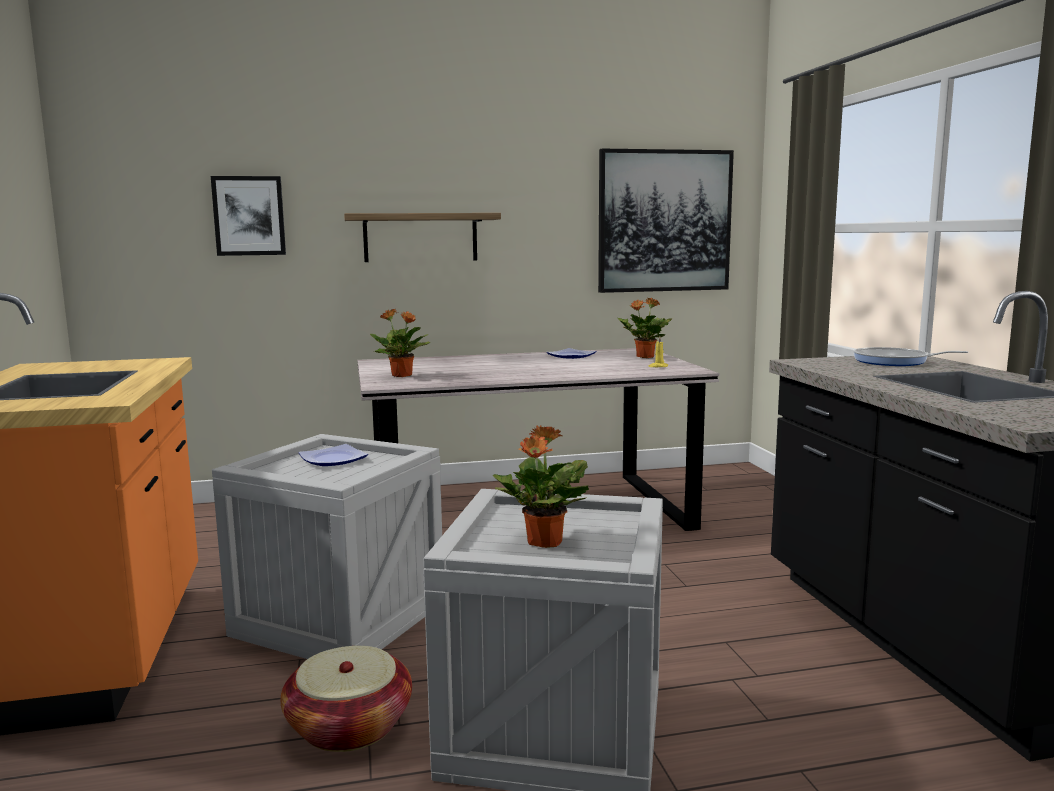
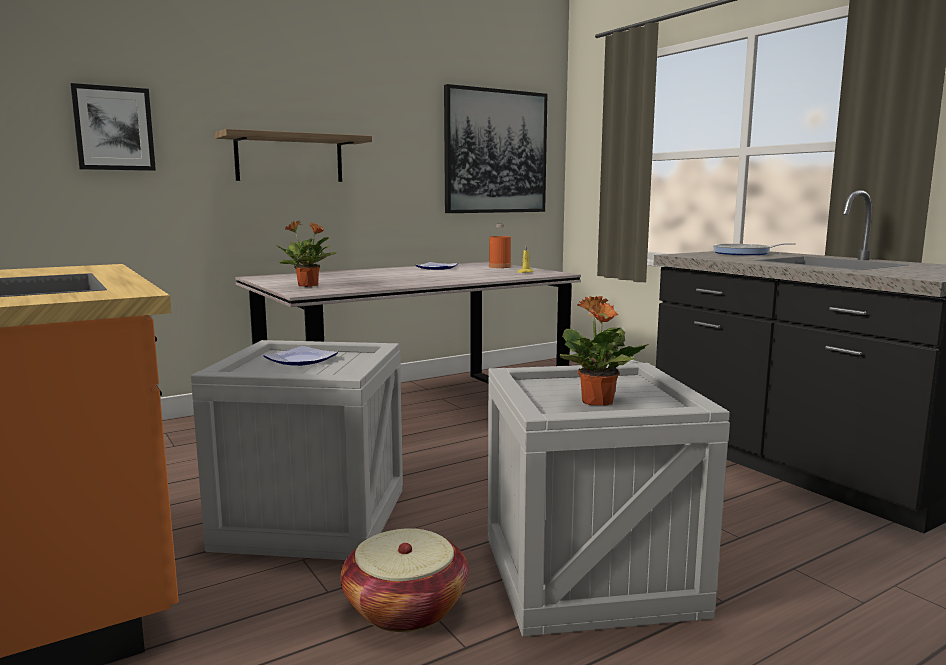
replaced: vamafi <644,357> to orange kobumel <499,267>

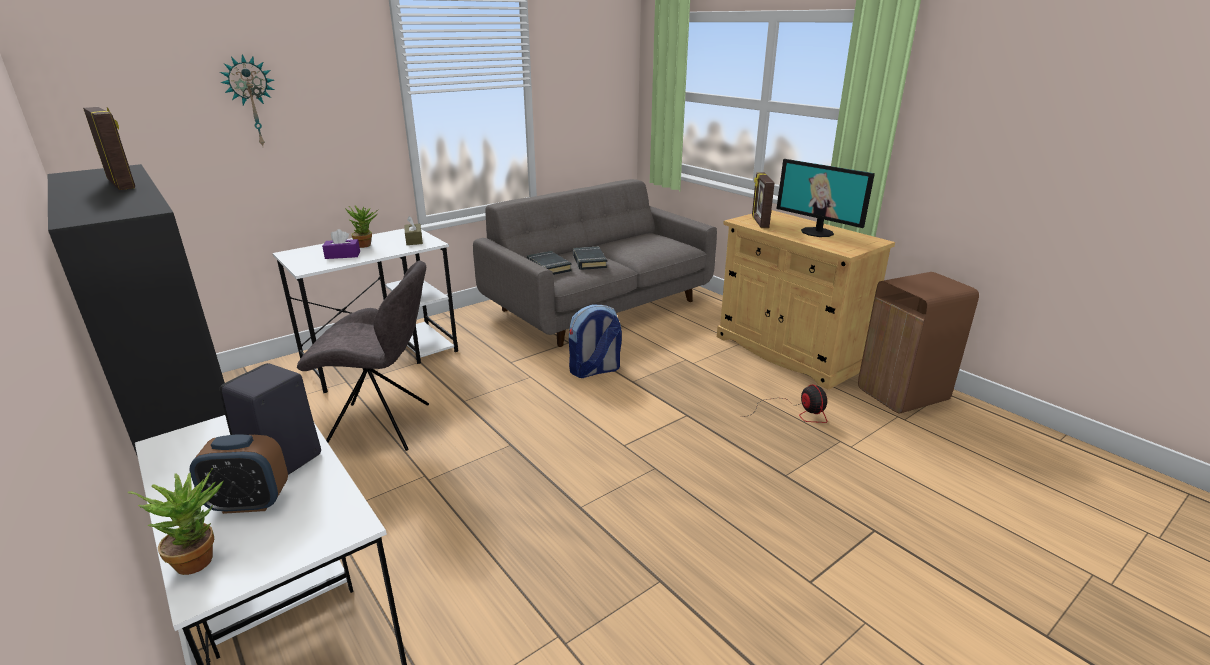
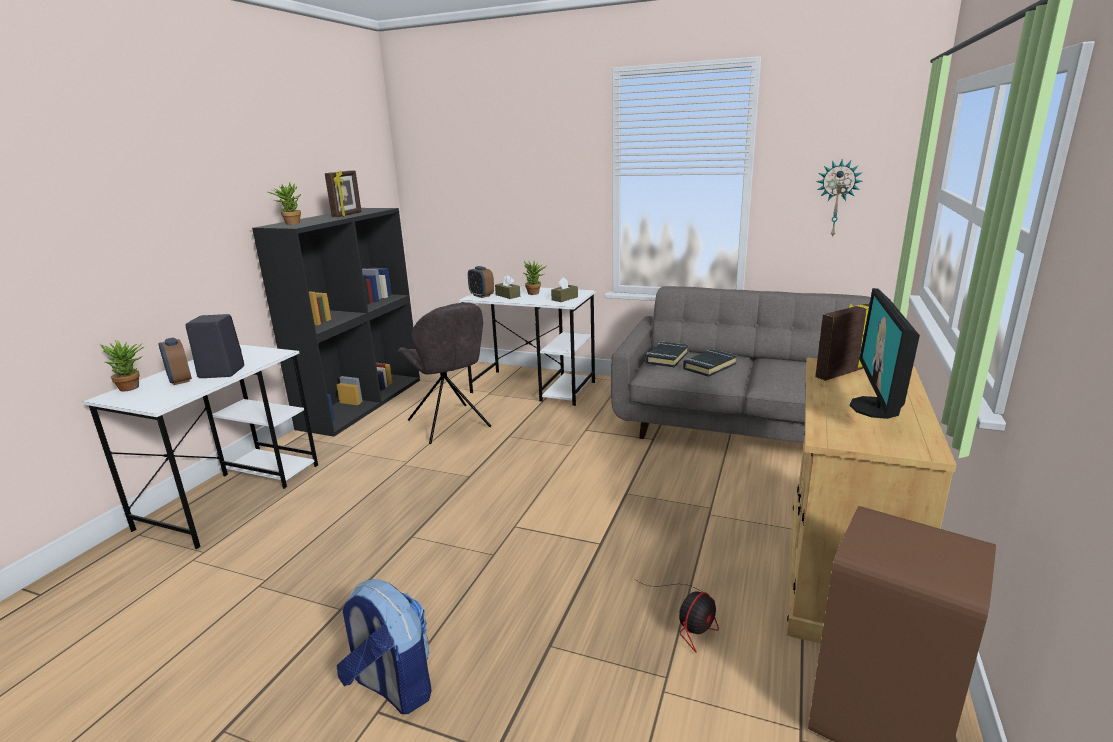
added: vamafi <290,223>; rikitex <481,295>
moved: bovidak <594,371> to <391,687>; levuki <251,101> to <837,198>
recoloured: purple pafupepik <342,255> to brown pafupepik <507,295>

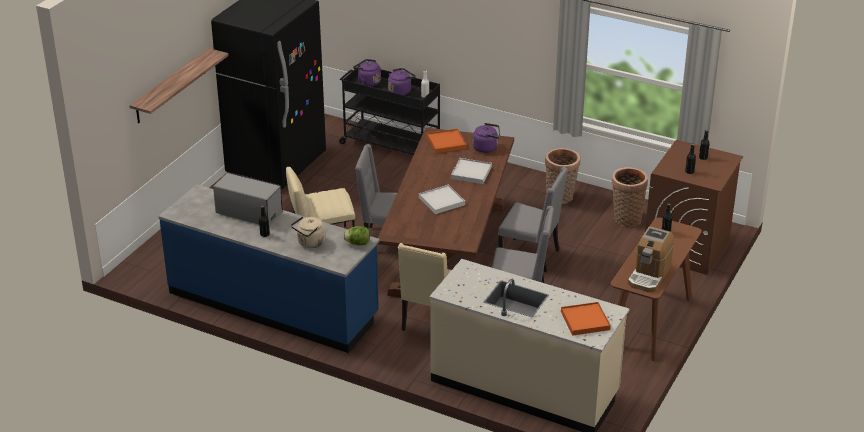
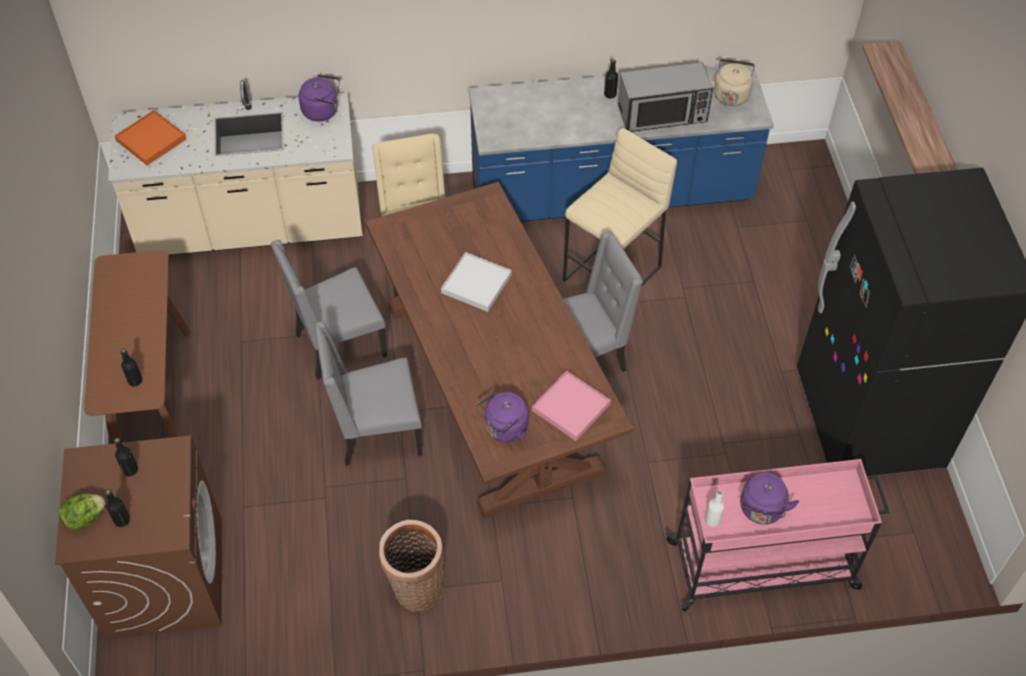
removed: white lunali <471,173>; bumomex <626,218>; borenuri <649,275>
moved: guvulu <358,243> to <85,518>; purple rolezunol <368,82> to <323,111>; beige rolezunol <310,243> to <730,94>
recoloured: orange lunali <446,143> to pink lunali <571,407>; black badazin <390,145> to pink badazin <764,565>

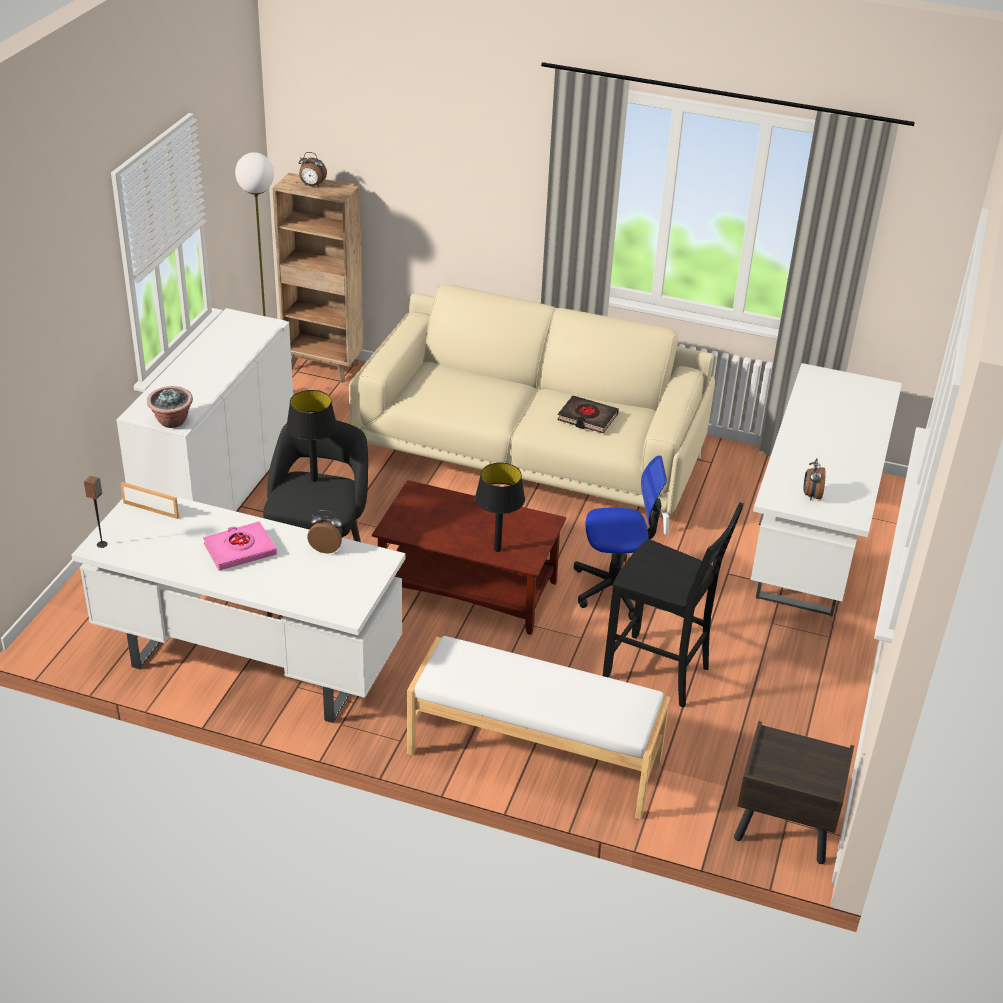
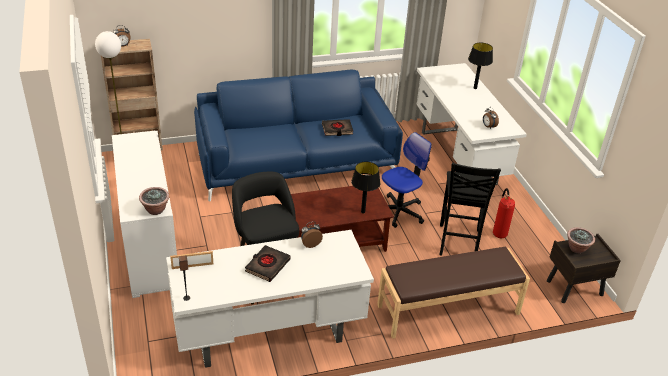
added: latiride <500,228>; vamafi <577,249>
moved: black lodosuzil <314,479> to <475,88>
recoloured: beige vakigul <530,456> to blue vakigul <296,163>; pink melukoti <240,550> to black melukoti <267,265>; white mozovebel <533,758> to brown mozovebel <448,310>
turned: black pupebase <658,673> = <458,243> 105 degrees clockwise

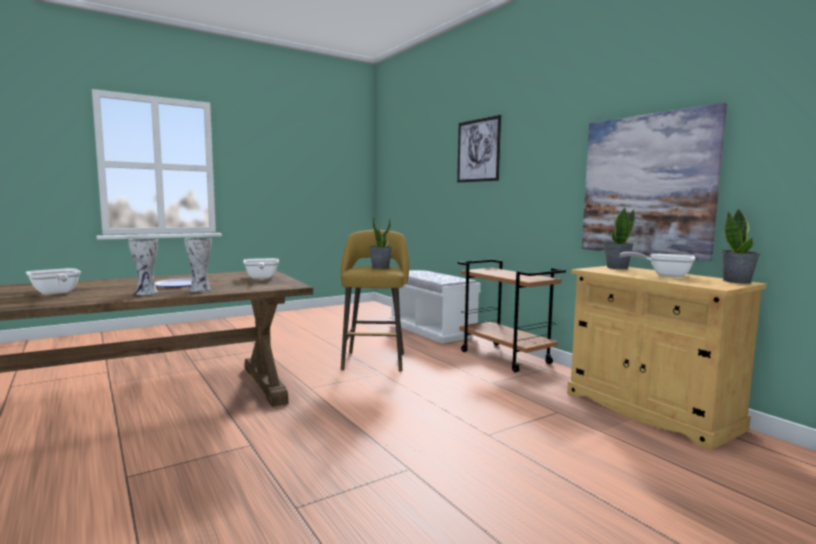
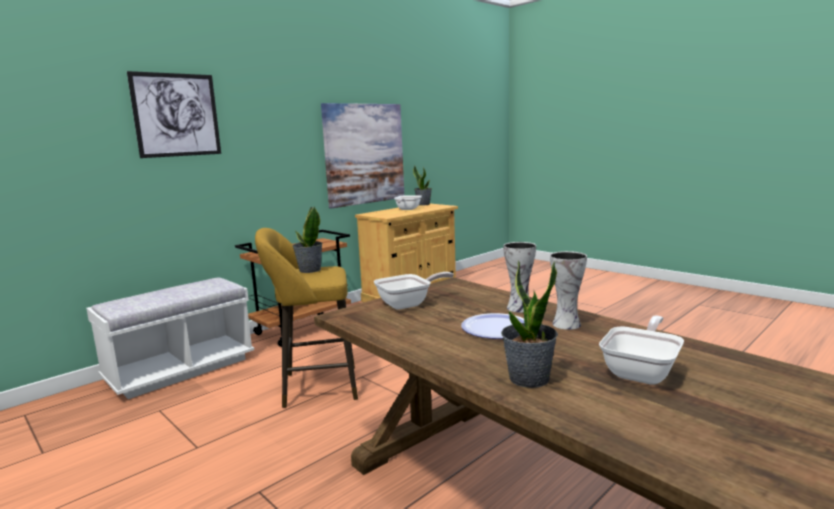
moved: vamafi <616,268> to <529,379>

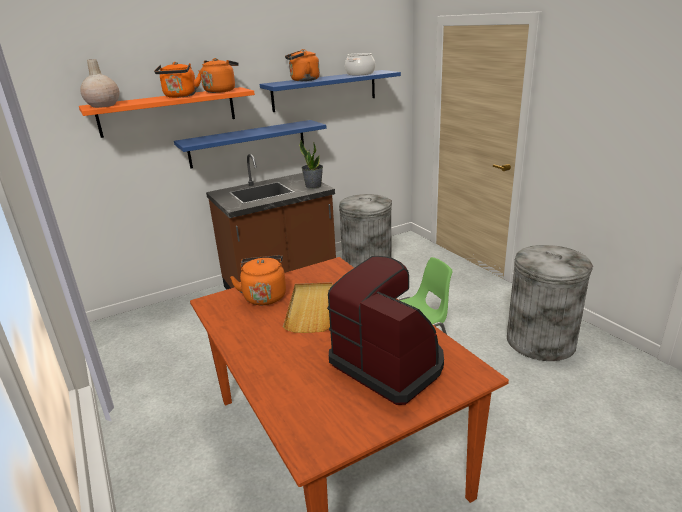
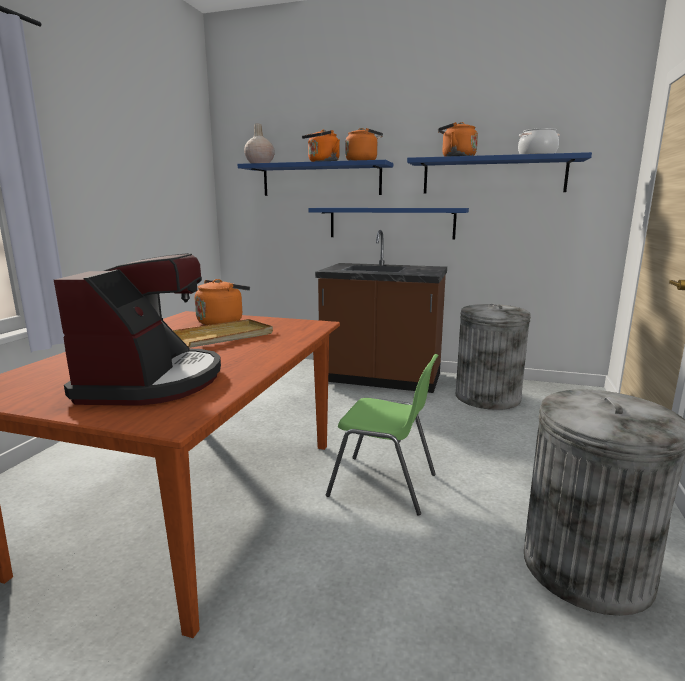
removed: vamafi <313,186>
recoloured: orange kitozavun <168,112> to blue kitozavun <321,180>

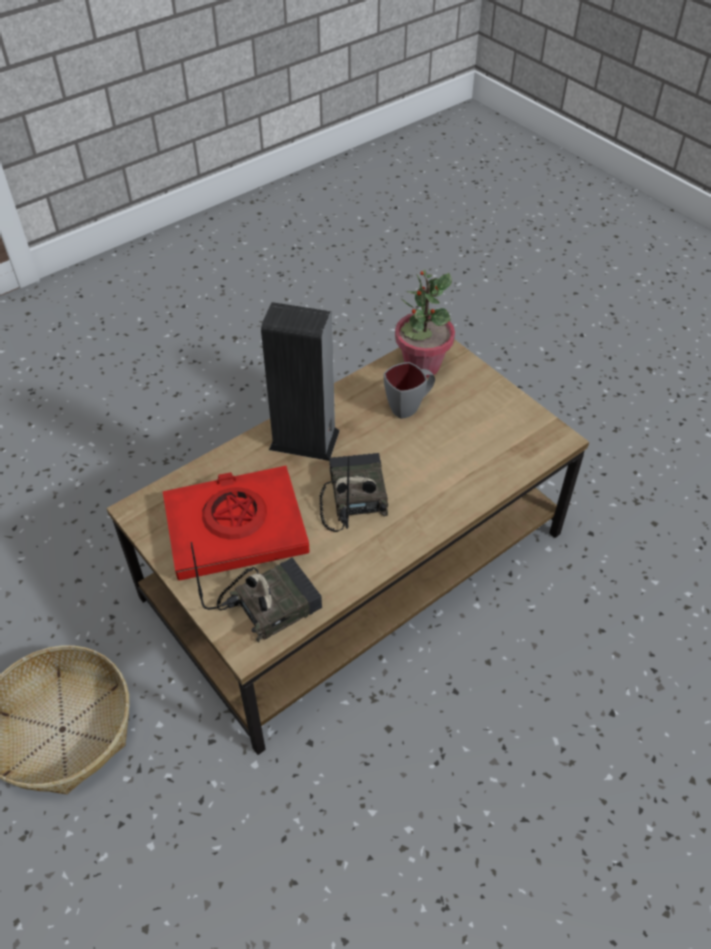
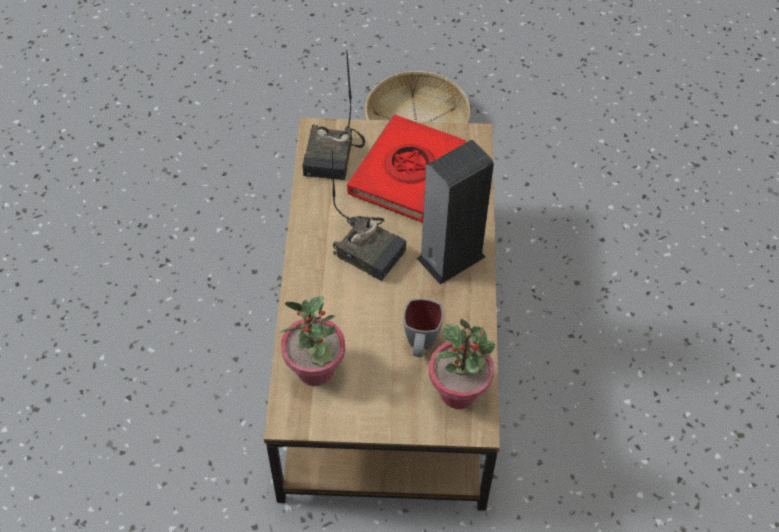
added: vamafi <315,370>

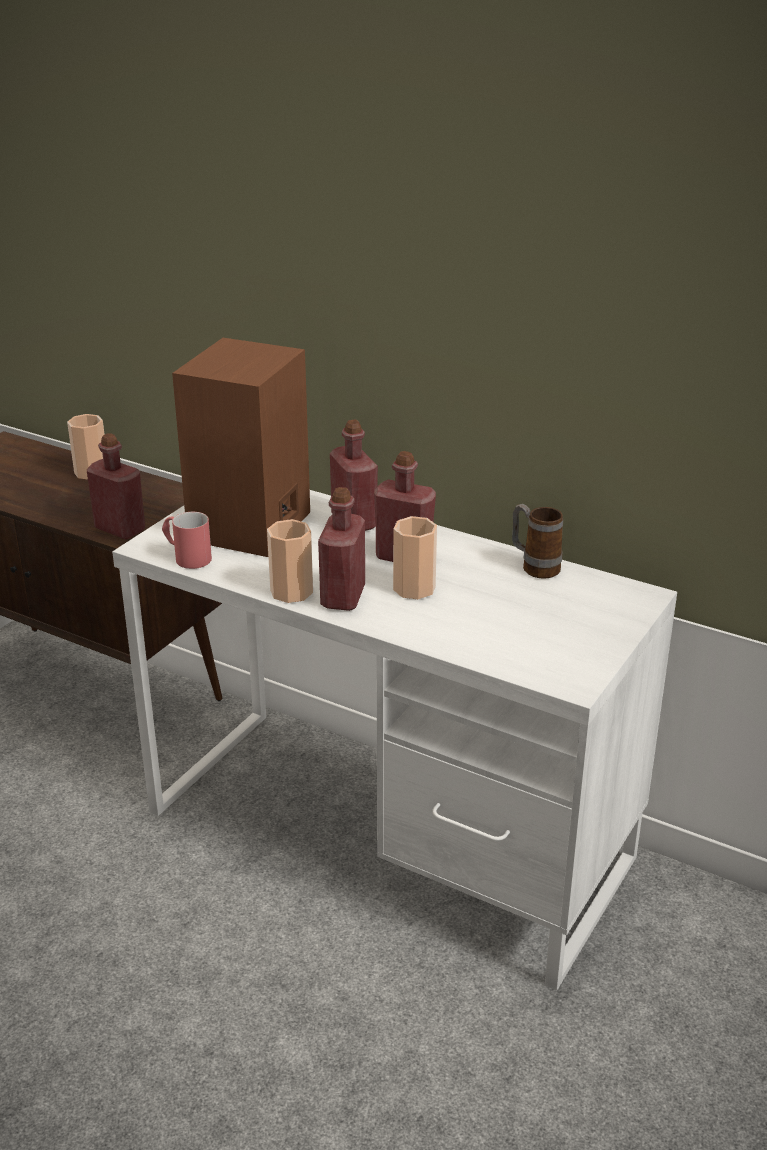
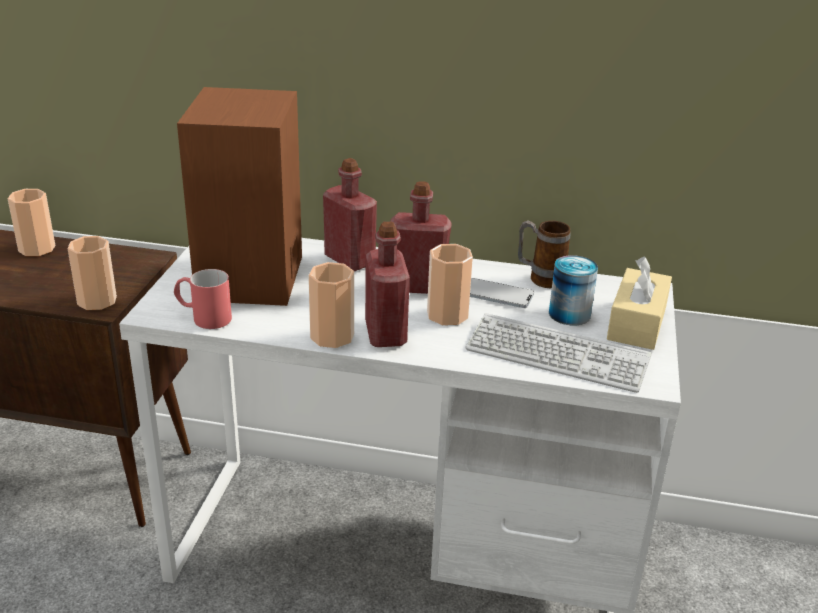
added: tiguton <557,355>; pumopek <497,294>; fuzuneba <569,314>; beige pafupepik <636,323>
replaced: red kobumel <120,529> to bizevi <97,301>

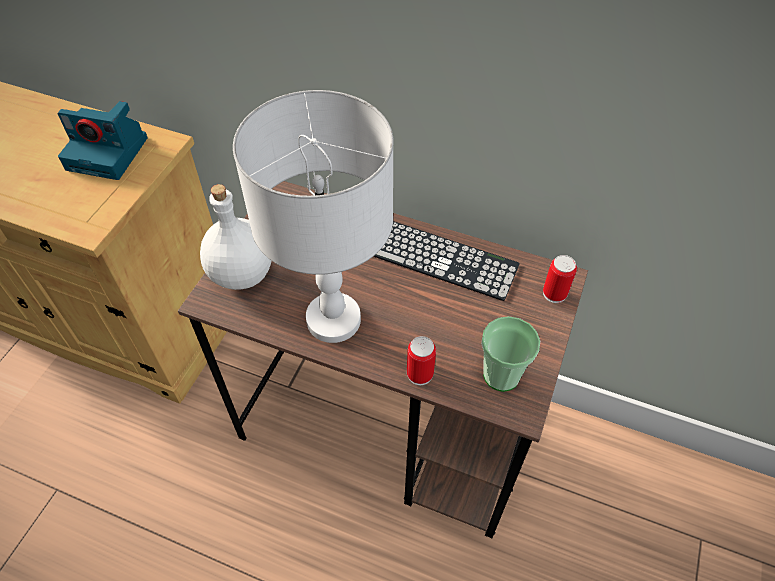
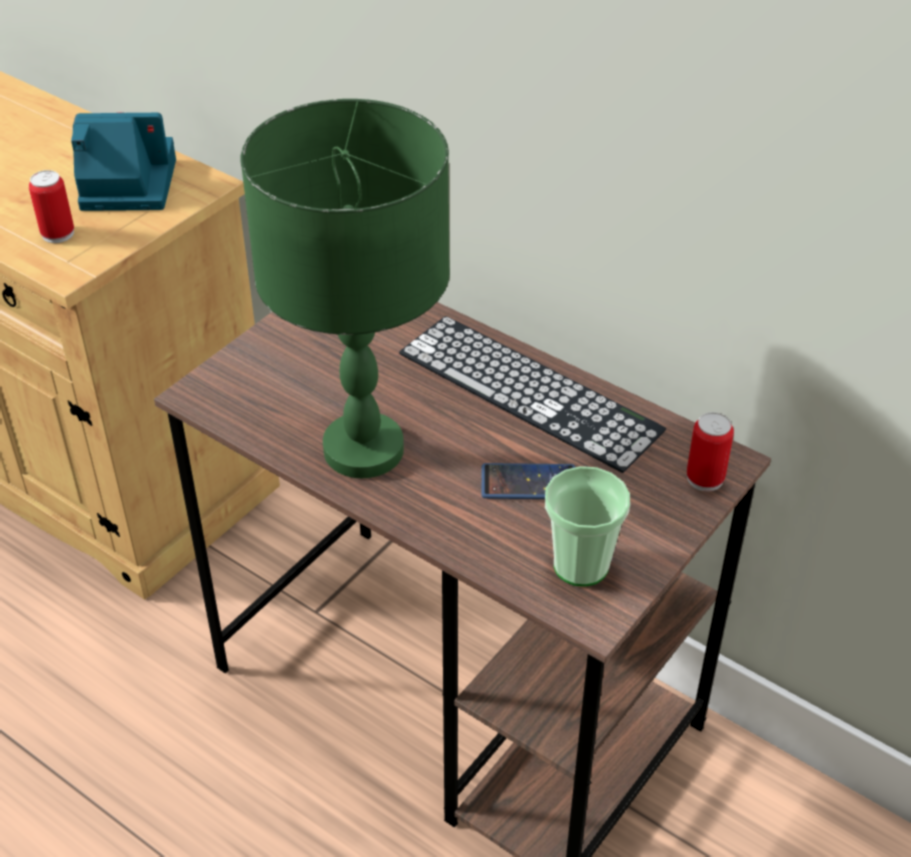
removed: white kobumel <241,273>
added: pumopek <528,483>
moved: fuzuneba <420,374> to <58,234>
recoloured: white lodosuzil <334,320> to green lodosuzil <365,450>
turned: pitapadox <109,153> = <125,185> 150 degrees clockwise

